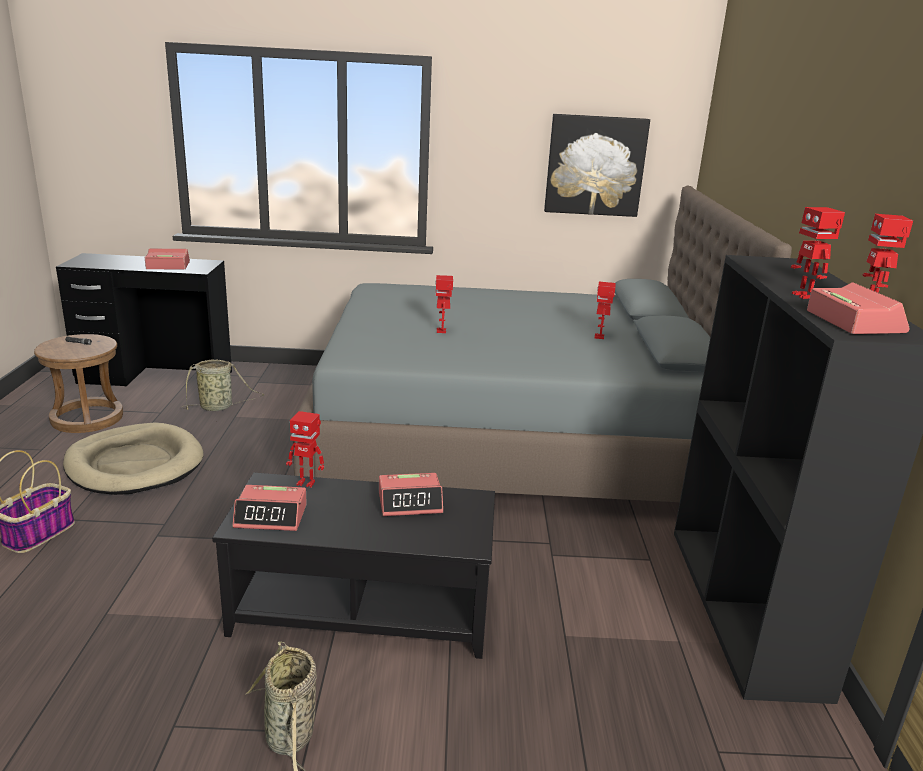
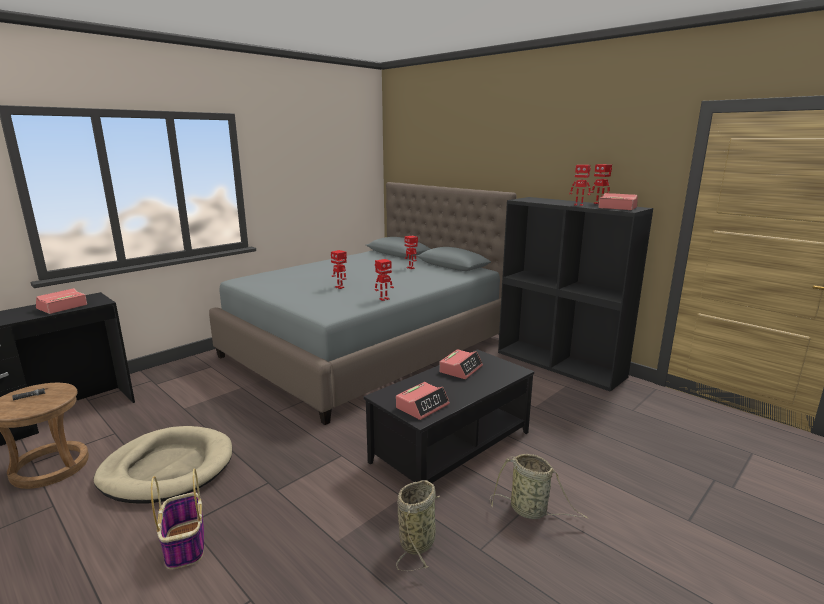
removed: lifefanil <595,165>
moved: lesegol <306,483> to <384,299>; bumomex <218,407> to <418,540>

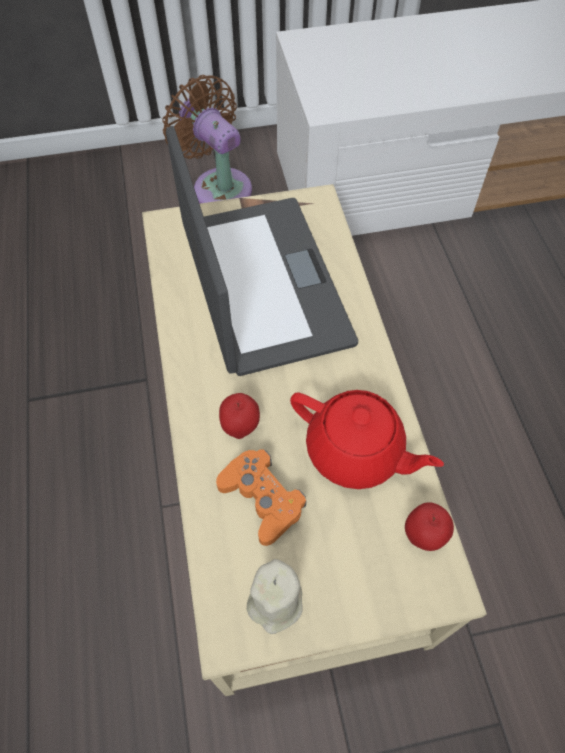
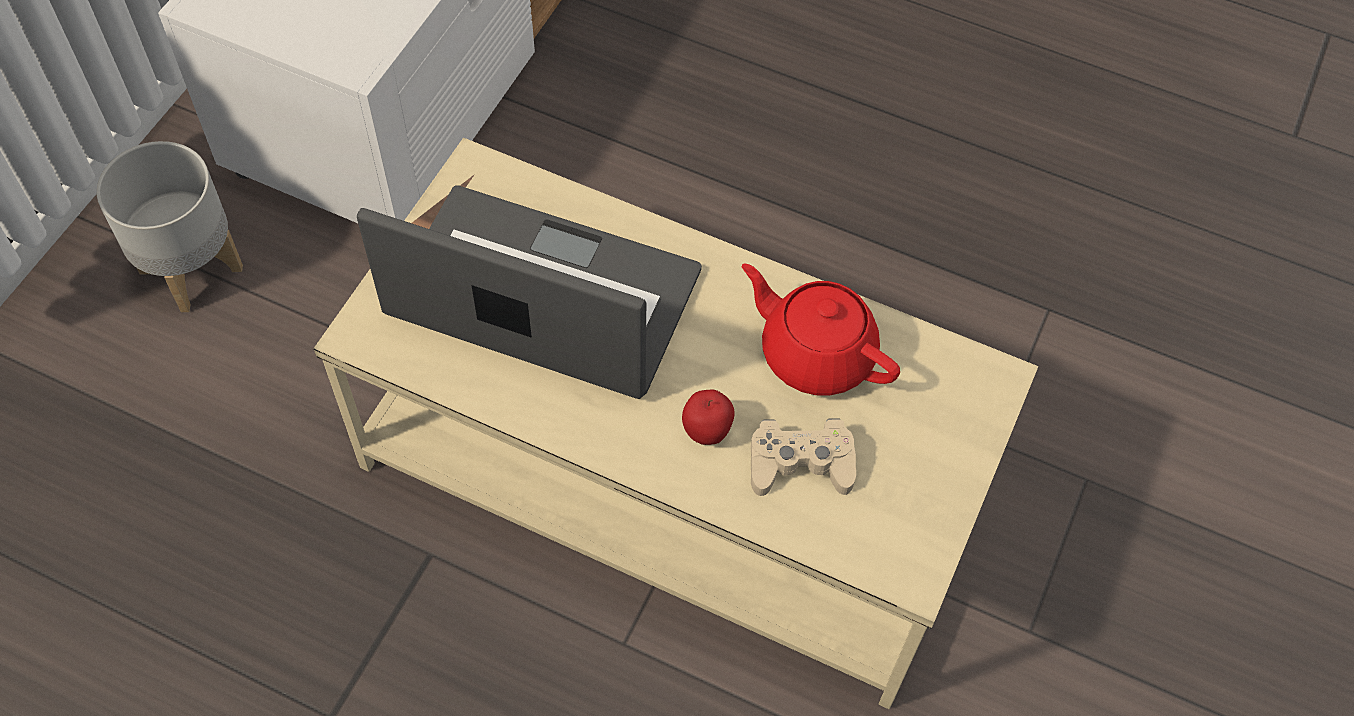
removed: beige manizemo <276,602>; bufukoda <423,536>
replaced: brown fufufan <218,186> to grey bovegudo <192,271>
recoloured: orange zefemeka <262,498> to beige zefemeka <800,464>
turned: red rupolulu <356,452> = <815,353> 120 degrees counterclockwise

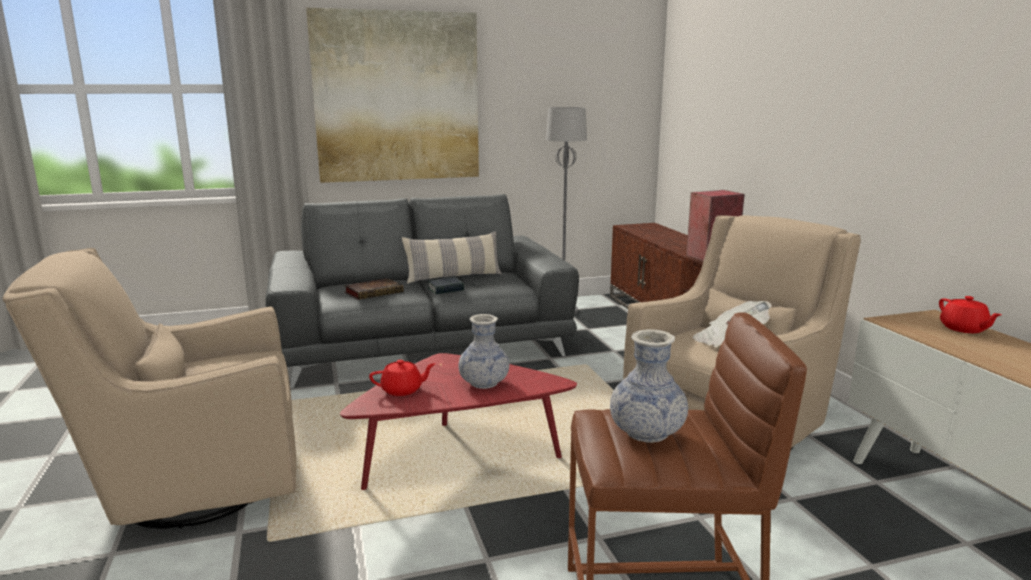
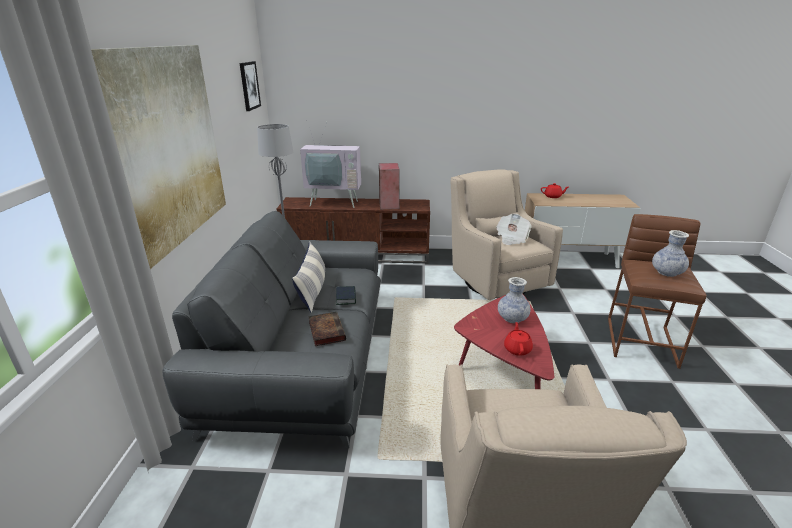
added: lifefanil <249,85>; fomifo <335,202>

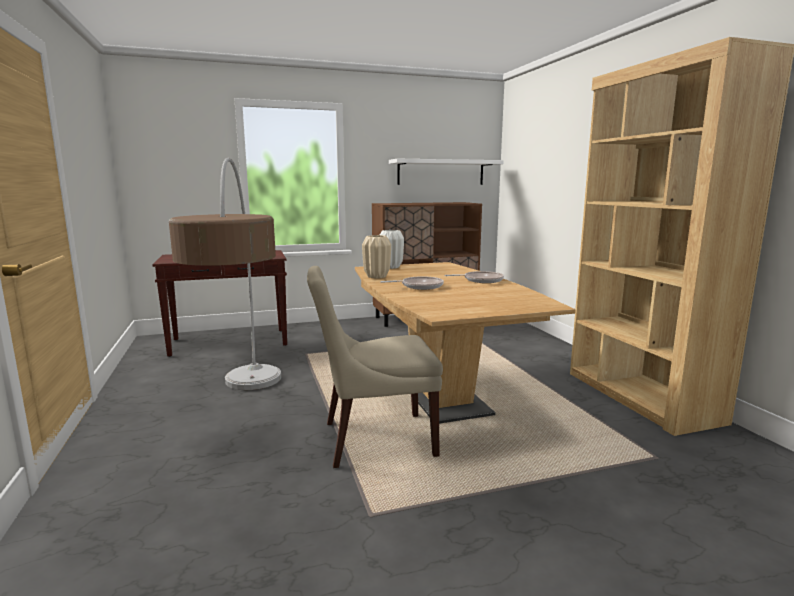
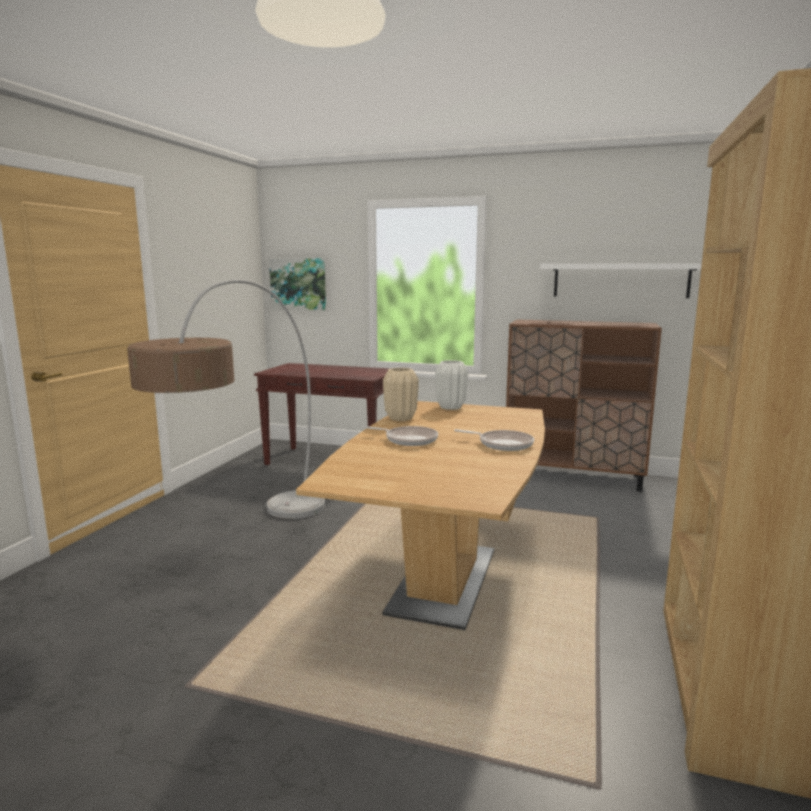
removed: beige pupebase <374,439>
added: lifefanil <298,284>

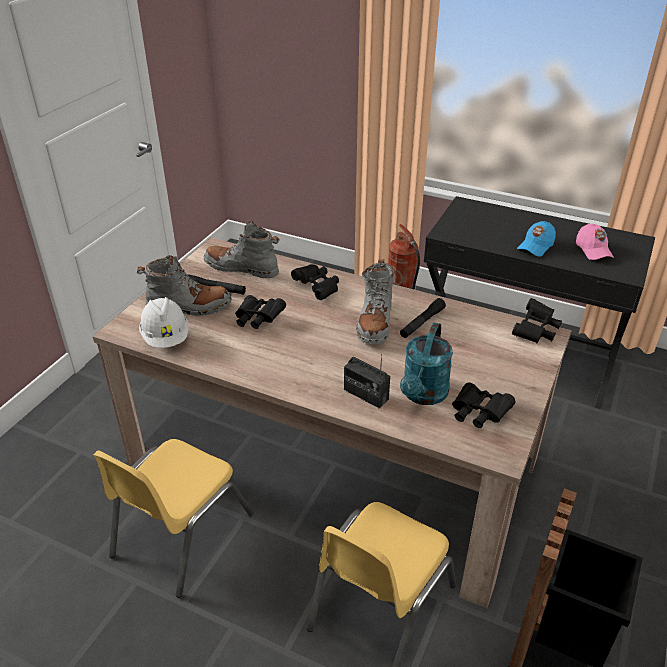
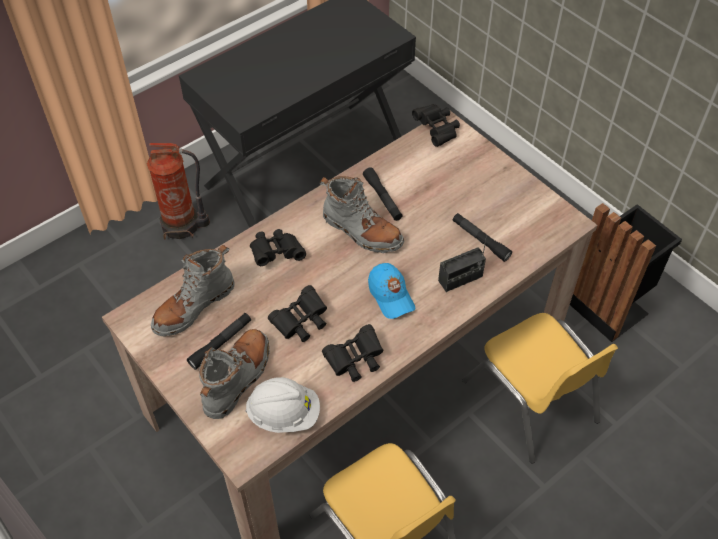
removed: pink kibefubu <593,250>
moved: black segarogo <478,414> to <355,361>; blue kibefubu <535,246> to <390,296>
replaced: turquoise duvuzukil <423,395> to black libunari <480,240>

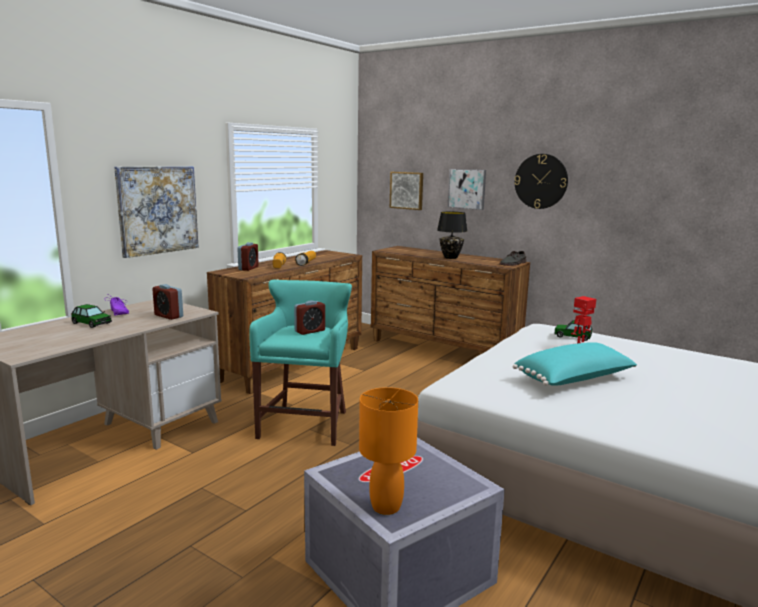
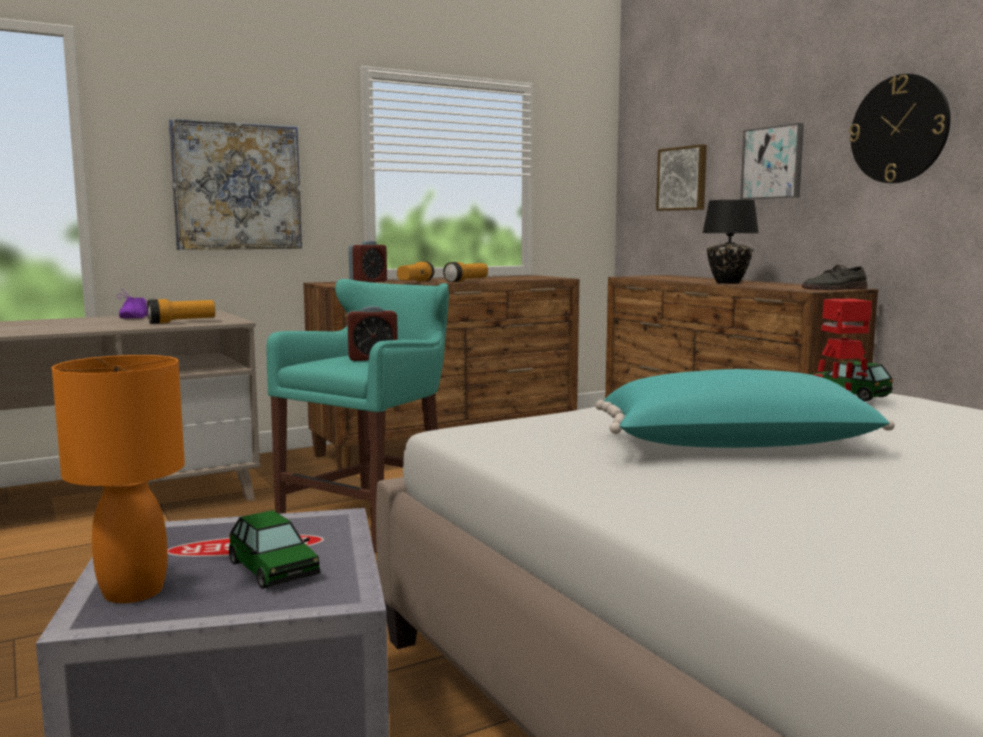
moved: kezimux <91,323> to <273,569>
replaced: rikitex <168,316> to libunari <182,322>

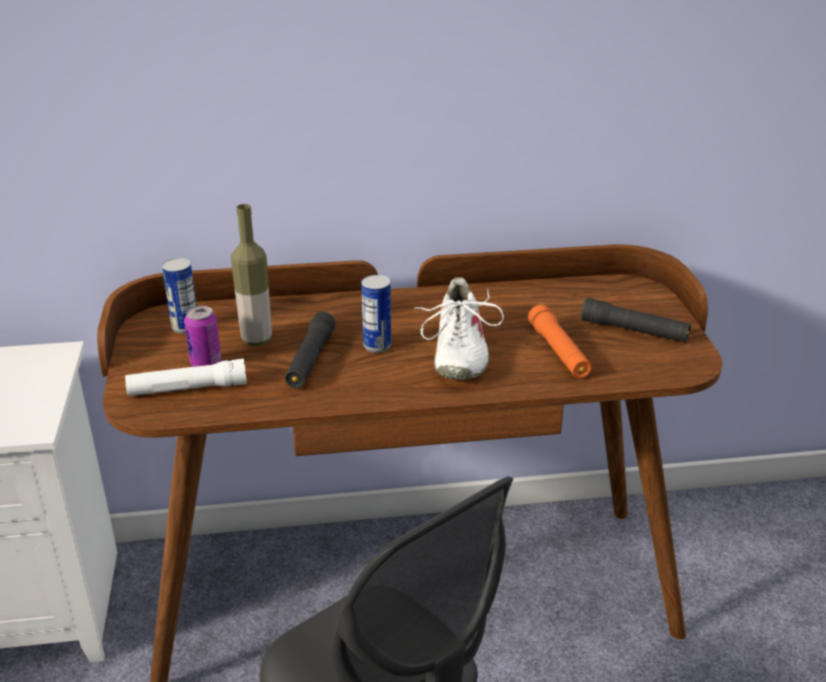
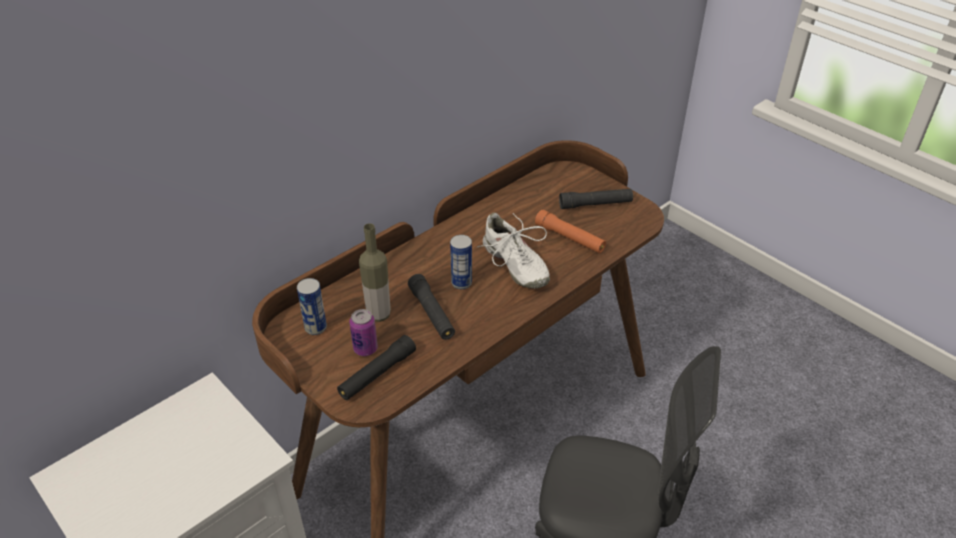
recoloured: white libunari <187,389> to black libunari <377,374>

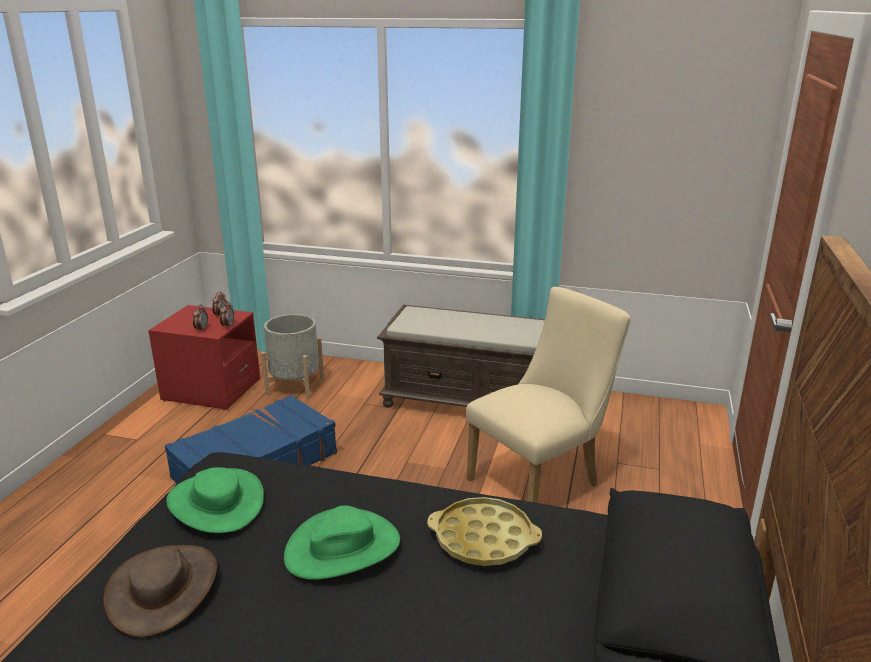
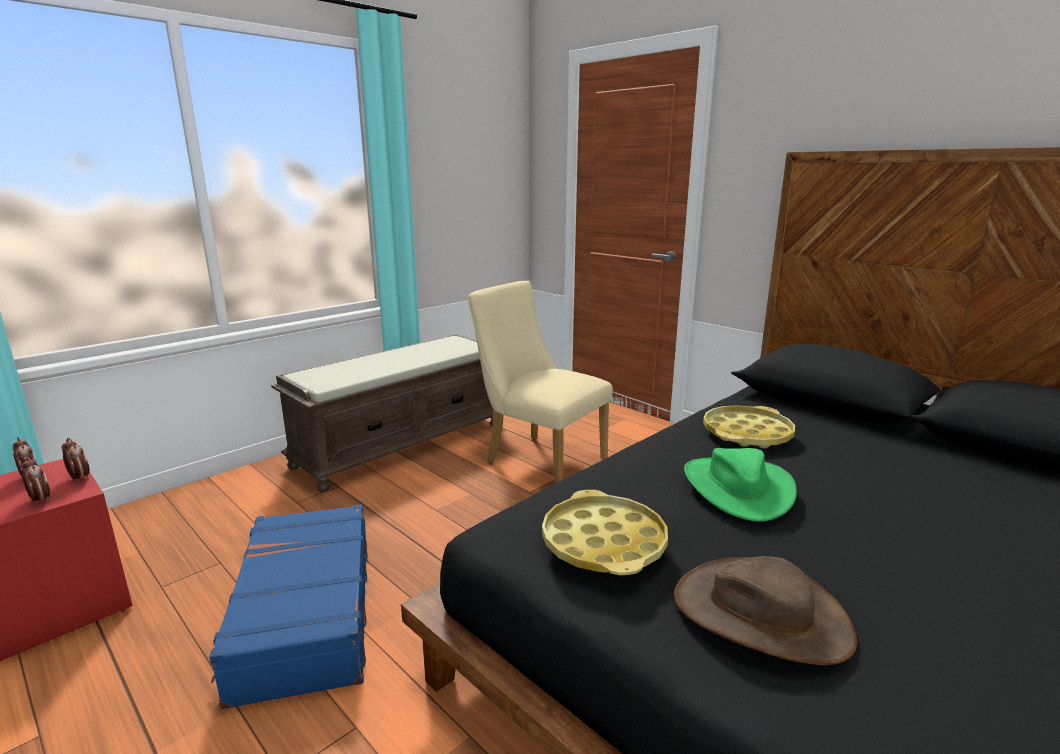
removed: grey bovegudo <295,386>
replaced: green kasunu <216,502> to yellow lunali <604,542>
turned: beige pupebase <540,480> = <539,459> 45 degrees counterclockwise

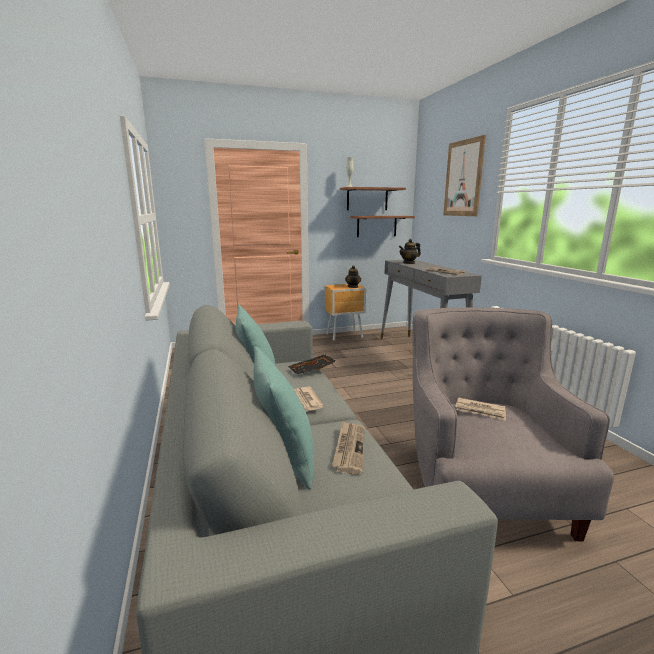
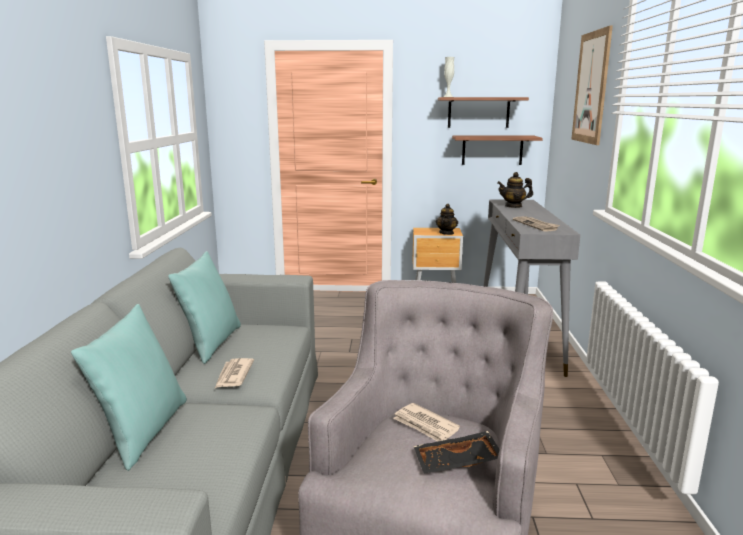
removed: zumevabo <349,448>
moved: black lunali <312,370> to <457,463>

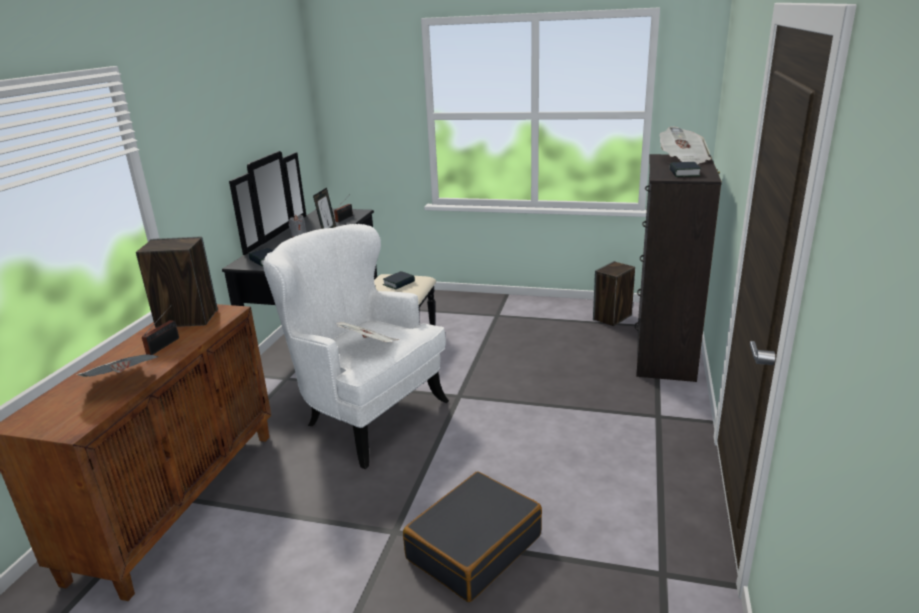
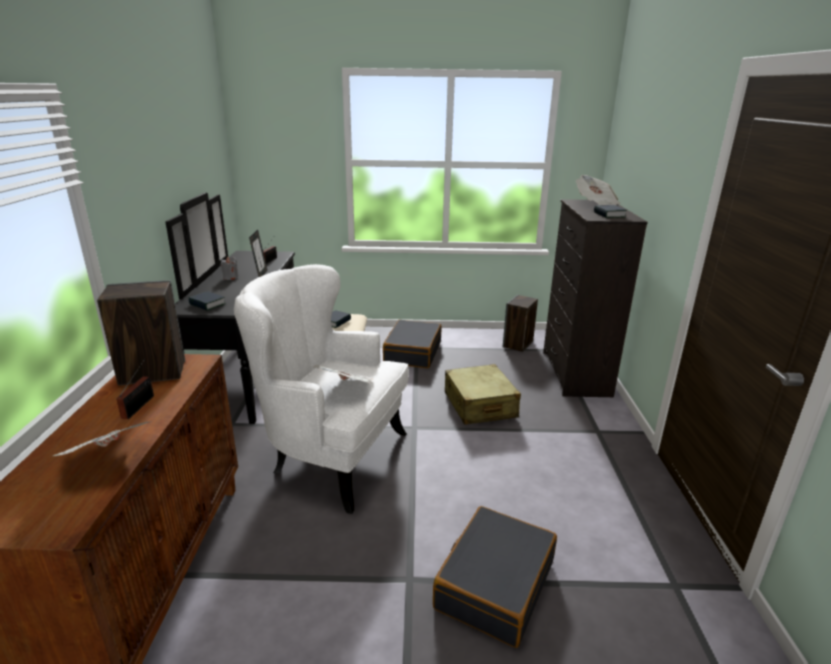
added: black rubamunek <412,352>; beige rubamunek <479,405>

